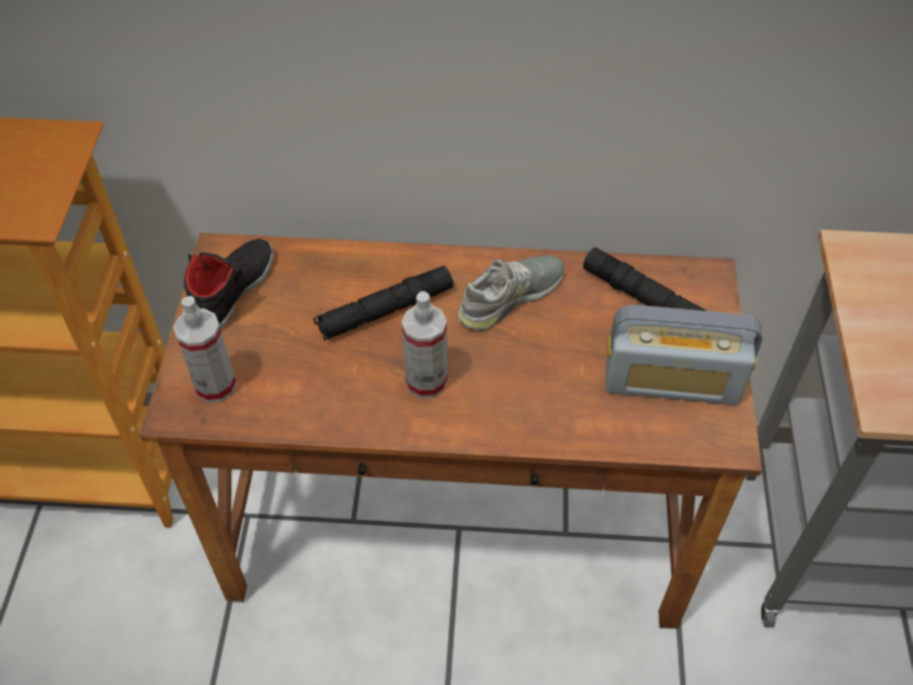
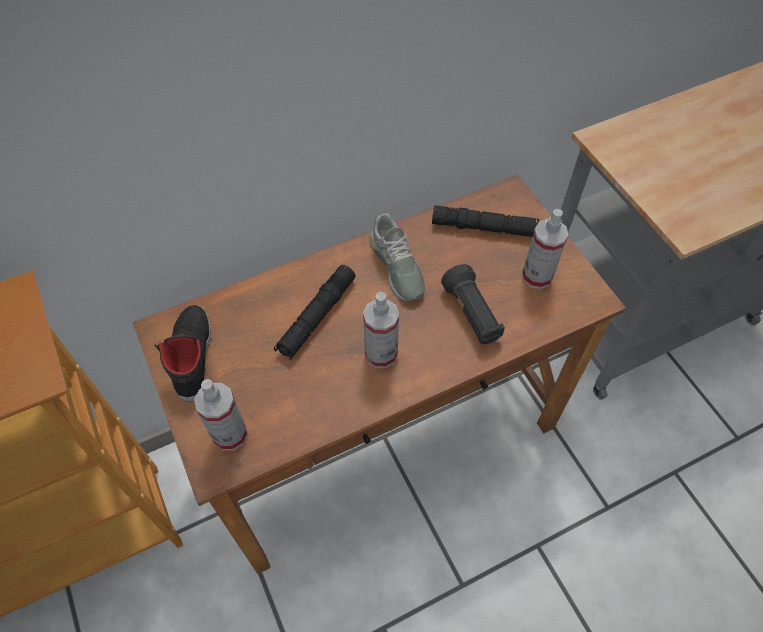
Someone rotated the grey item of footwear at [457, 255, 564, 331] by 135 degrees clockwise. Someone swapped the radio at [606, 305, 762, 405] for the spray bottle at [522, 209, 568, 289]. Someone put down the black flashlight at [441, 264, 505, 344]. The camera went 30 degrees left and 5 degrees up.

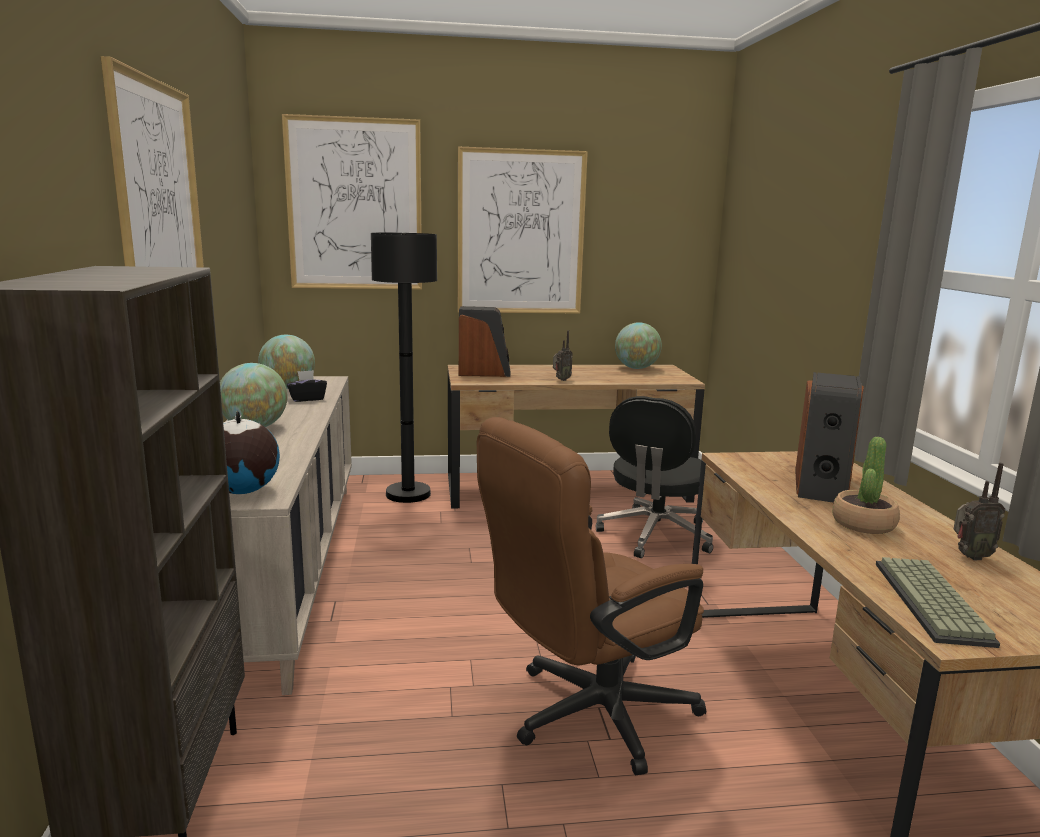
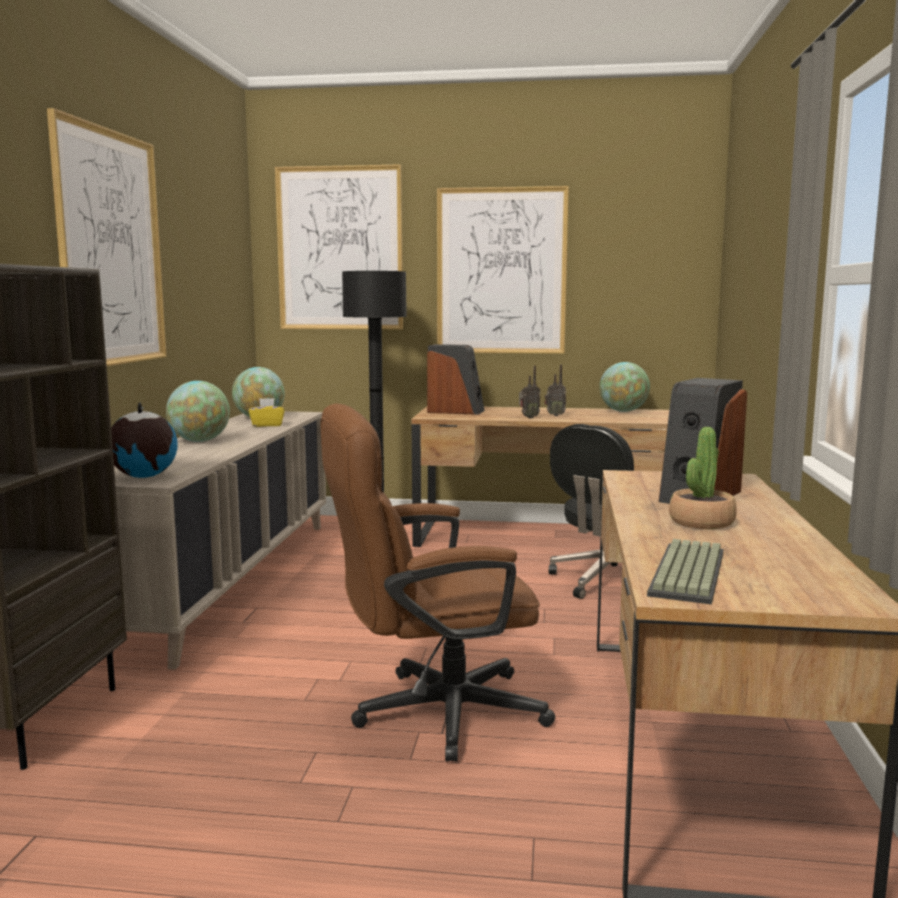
Someone repainted the black tissue holder at [287, 370, 327, 402], which became the yellow-coloured tissue holder at [249, 398, 285, 427]. Someone carried the radio from [954, 463, 1005, 560] to [545, 365, 566, 416]. The camera went 15 degrees right and 5 degrees down.

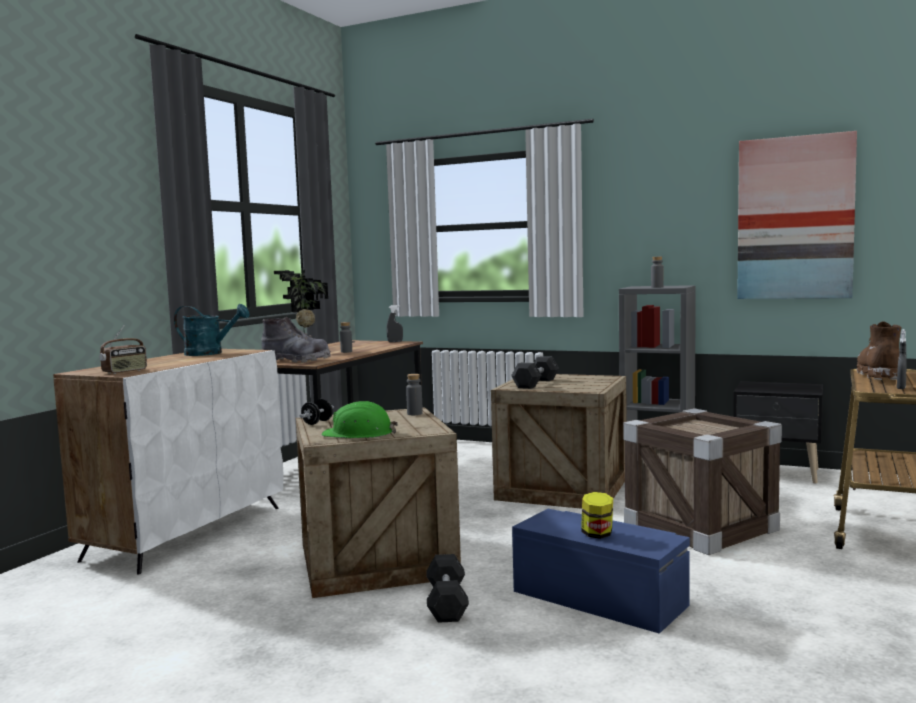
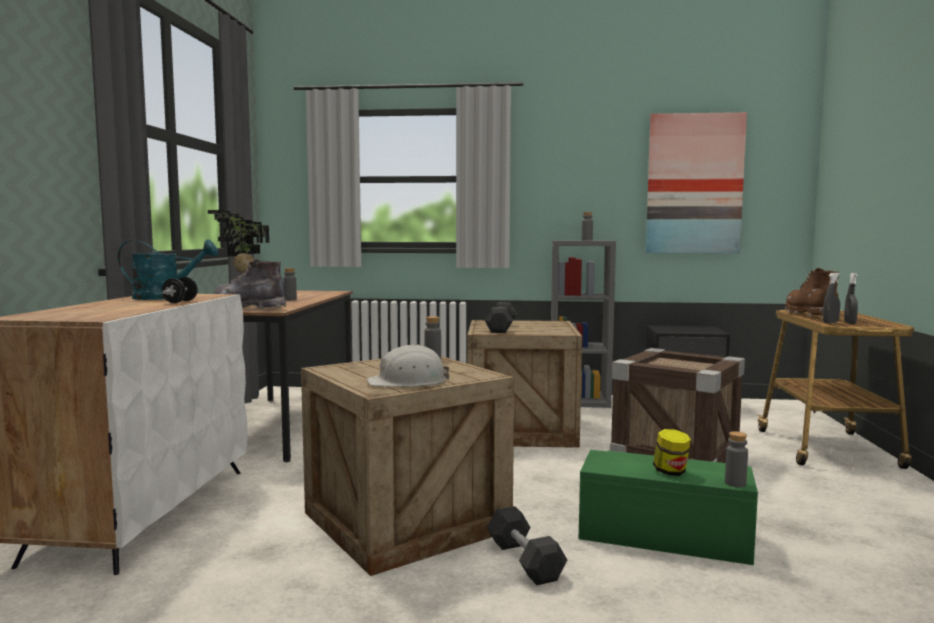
Someone took away the radio at [99, 325, 147, 374]. Someone rotated the grey high-top boot at [262, 317, 331, 363] by 150 degrees counterclockwise. Someone carried the black hand weight from [300, 399, 334, 425] to [162, 277, 198, 303]. Someone repainted the green-coloured safety helmet at [322, 401, 398, 438], which became the white safety helmet at [366, 344, 449, 387]. Someone carried the grey spray bottle from [387, 305, 403, 342] to [823, 273, 840, 324]. Someone repainted the blue-coloured storage bin at [512, 509, 690, 634], which became the green-coloured storage bin at [579, 450, 758, 565]. Someone put down the grey drink bottle at [725, 431, 748, 487]. The camera went 20 degrees left and 0 degrees up.

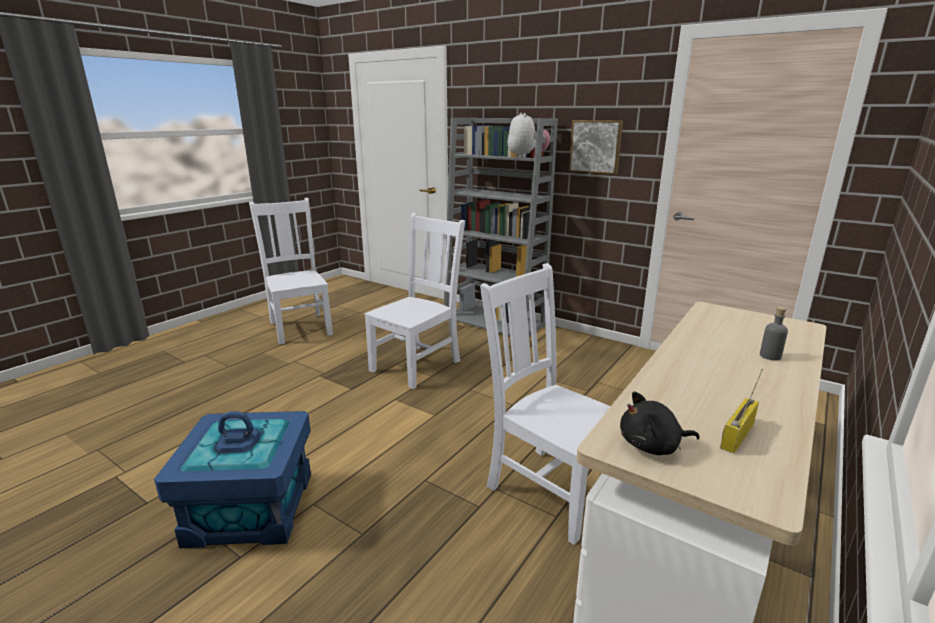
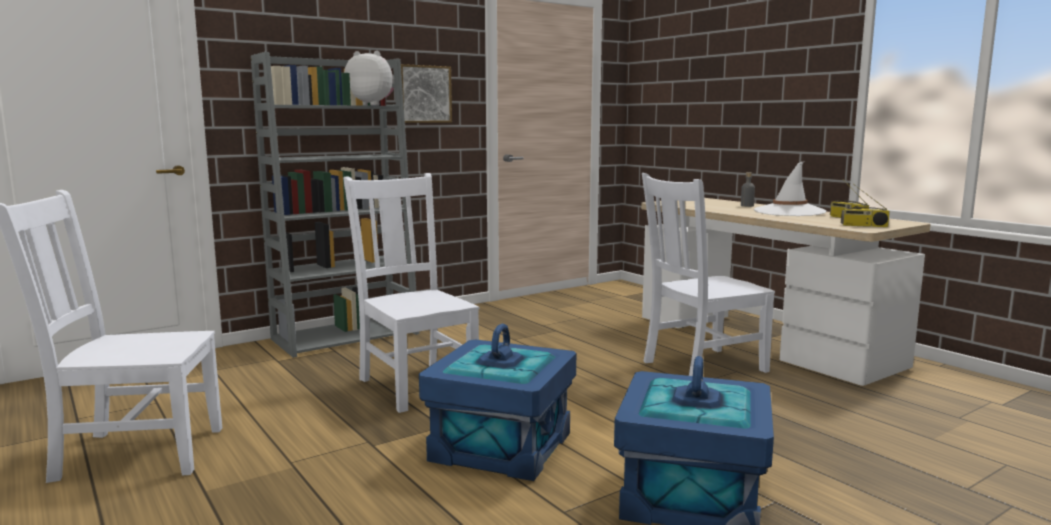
Someone swapped the black cuddly toy at [620, 391, 700, 455] for the radio at [841, 184, 890, 227]. Someone put down the blue-coloured storage bin at [419, 324, 576, 481]. Someone put down the white clothing hat at [754, 161, 826, 216]. The camera went 70 degrees left and 10 degrees down.

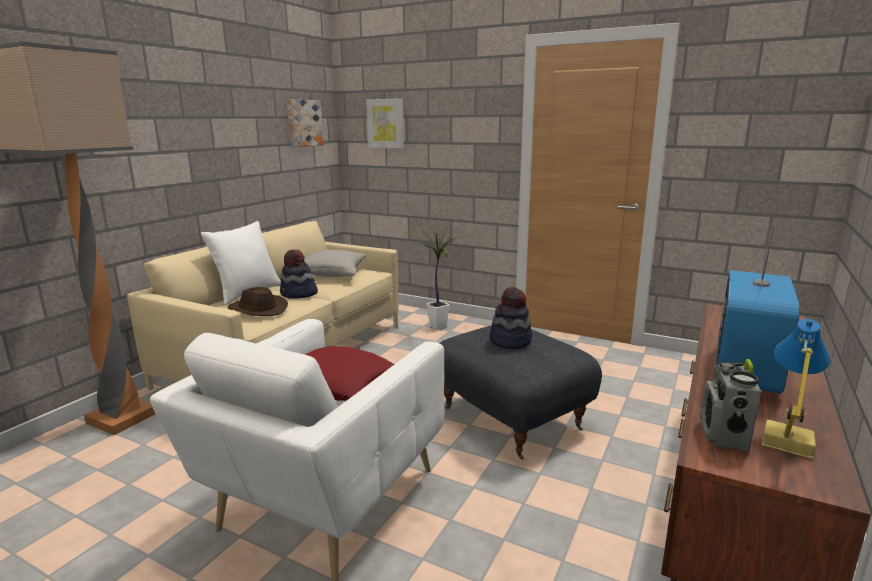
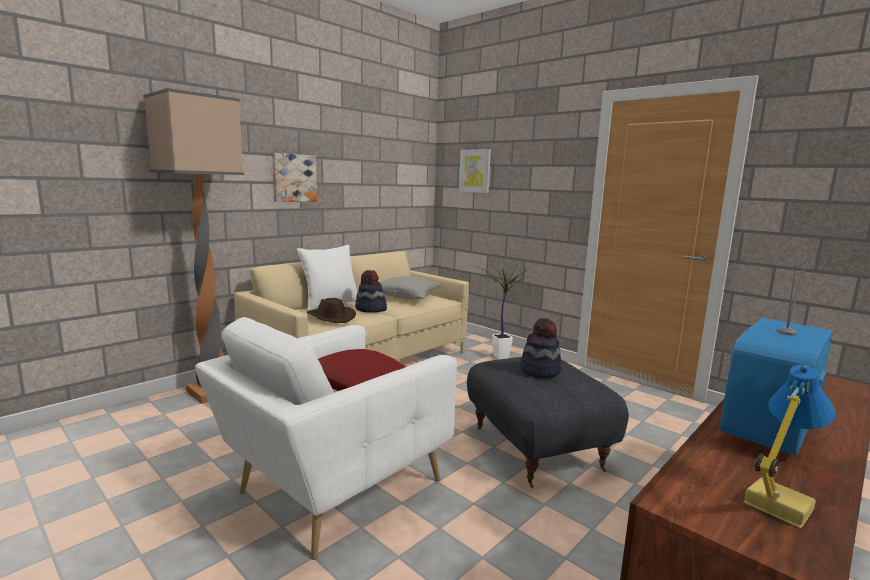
Someone carried the wall art from [287, 99, 324, 147] to [272, 153, 317, 202]. Someone took away the radio at [700, 359, 761, 452]. The camera went 15 degrees right and 5 degrees down.

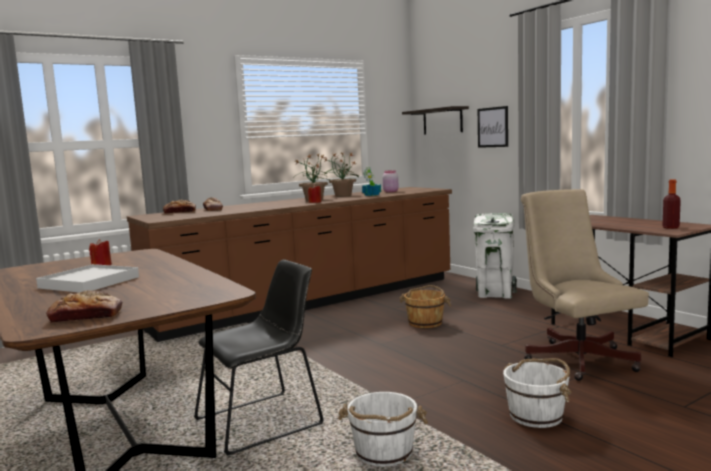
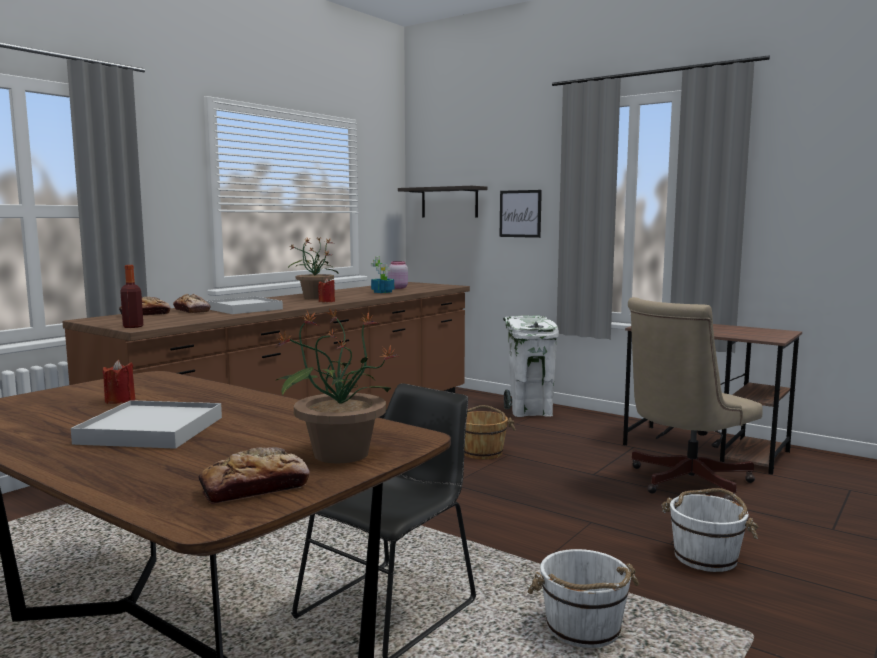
Someone carried the plant in a pot from [324, 152, 359, 196] to [275, 308, 399, 463]. Someone rotated the beige-coloured desk chair at [521, 189, 649, 381] by 90 degrees counterclockwise. Someone carried the drink bottle from [662, 179, 681, 229] to [120, 265, 143, 328]. Someone put down the white serving tray at [206, 296, 283, 314]. The camera went 20 degrees left and 0 degrees up.

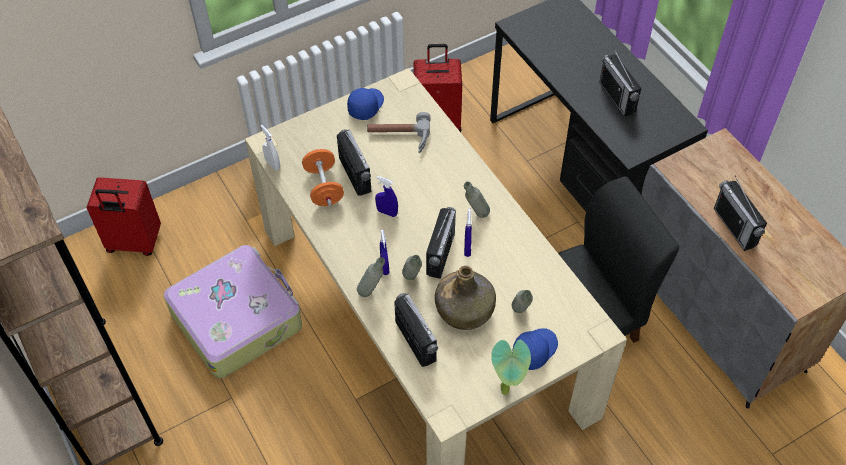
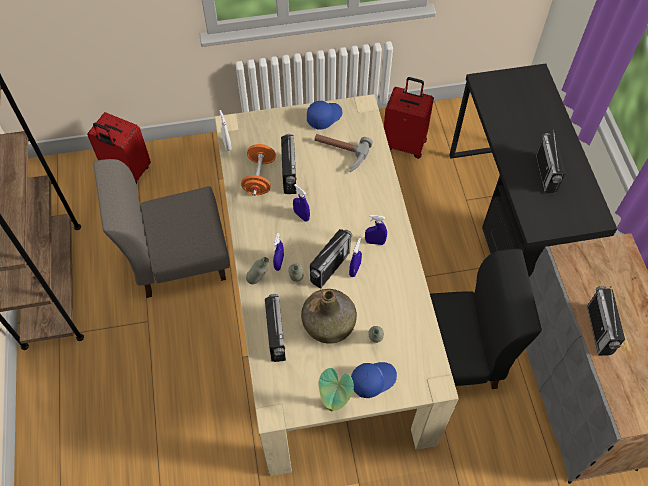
Someone swapped the piece of luggage at [164, 245, 302, 378] for the grey plain chair at [93, 159, 230, 298]. Someone swapped the grey drink bottle at [464, 182, 490, 218] for the blue-coloured spray bottle at [365, 215, 387, 245]. The camera went 20 degrees right and 5 degrees up.

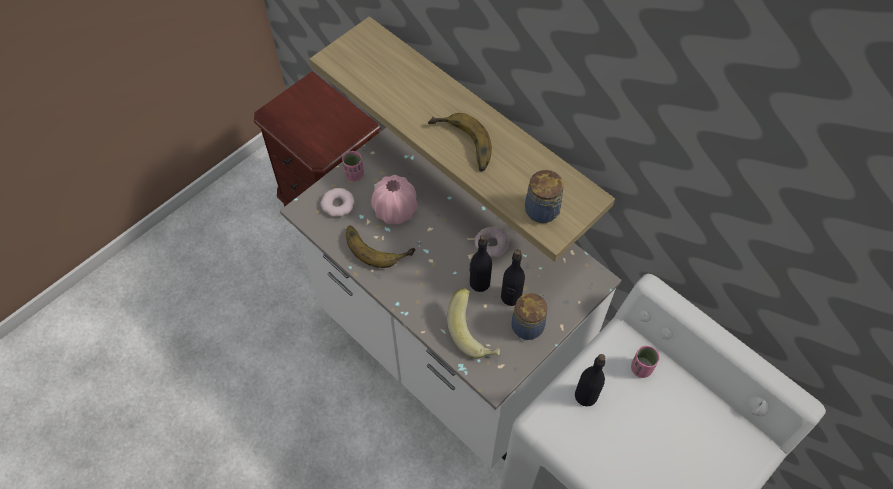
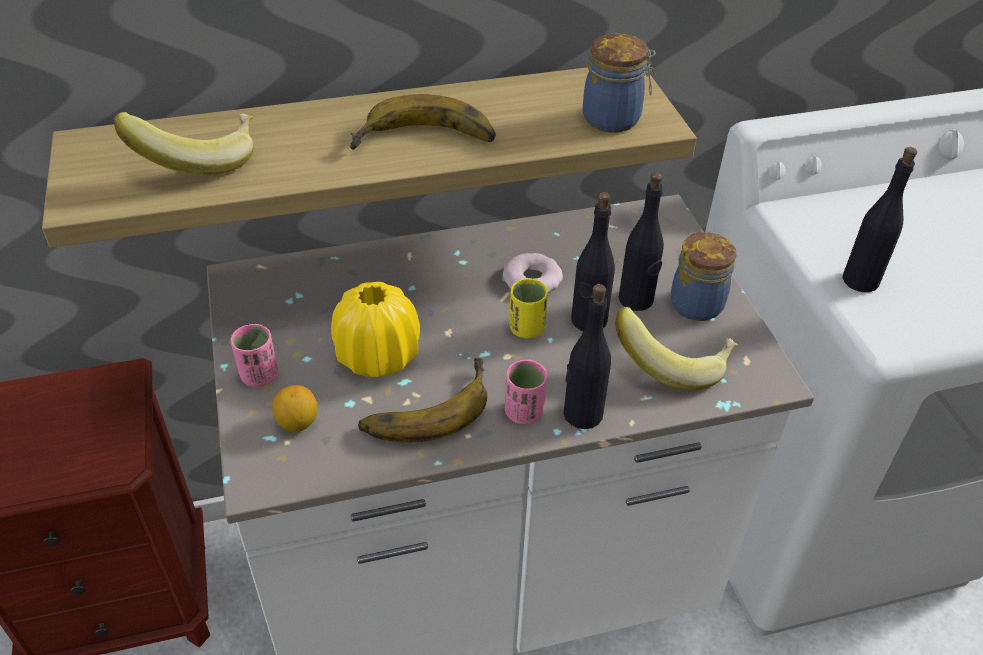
Someone swapped the doughnut at [321, 188, 355, 217] for the whole lemon at [272, 385, 318, 432]. Someone repainted the pinkish vase at [371, 175, 417, 224], which became the yellow-coloured vase at [331, 282, 420, 377]. Someone carried the pinkish cup from [631, 346, 659, 378] to [505, 360, 547, 424]. Someone put down the banana at [114, 112, 254, 175]. Someone put down the yellow-coloured cup at [510, 278, 548, 338]. Someone put down the black drink bottle at [564, 284, 611, 429]. The camera went 60 degrees left and 15 degrees down.

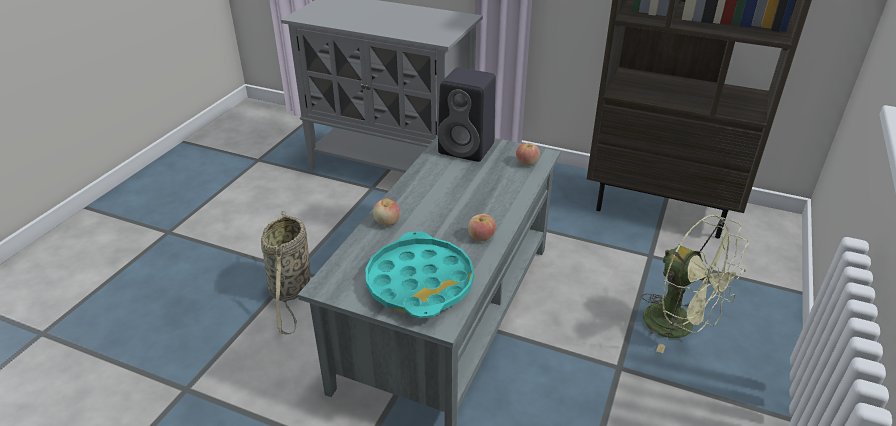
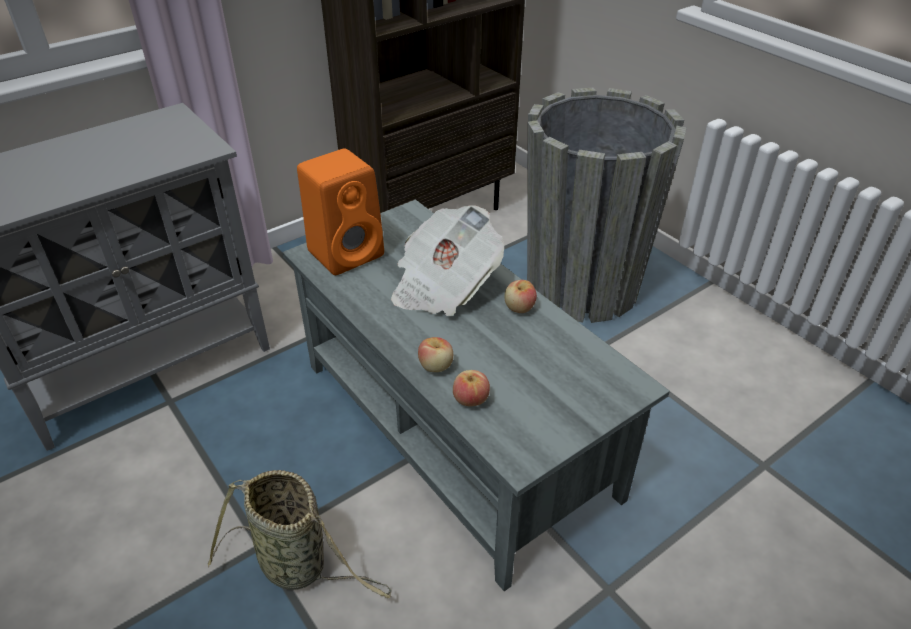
Someone took away the turquoise-coloured serving tray at [366, 231, 474, 318]. Someone repainted the black speaker at [438, 67, 496, 162], which became the orangey speaker at [297, 148, 384, 275]. Someone carried the apple from [516, 143, 540, 166] to [453, 370, 490, 406]. Someone swapped the green-coloured fan at [642, 215, 749, 353] for the grey flower pot at [527, 88, 687, 323]. Someone put down the printed paper at [391, 205, 504, 316]. The camera went 60 degrees left and 5 degrees up.

